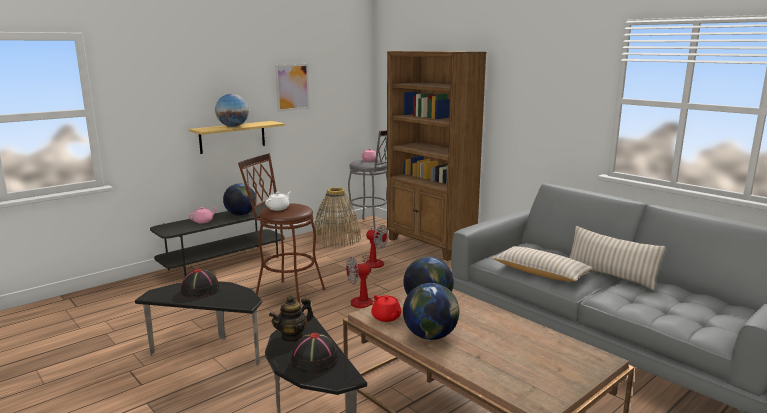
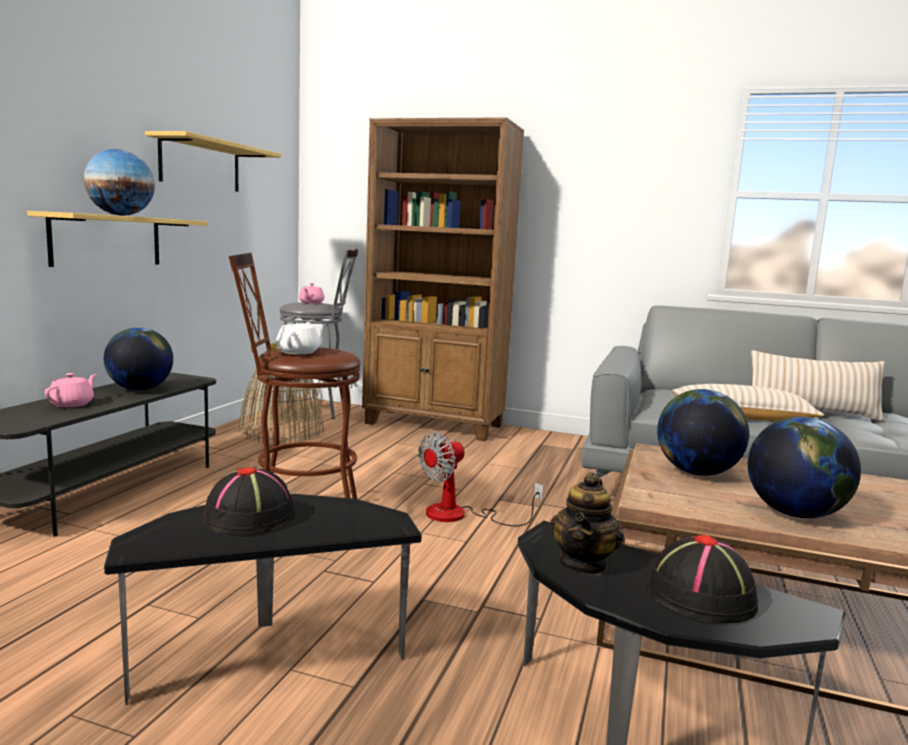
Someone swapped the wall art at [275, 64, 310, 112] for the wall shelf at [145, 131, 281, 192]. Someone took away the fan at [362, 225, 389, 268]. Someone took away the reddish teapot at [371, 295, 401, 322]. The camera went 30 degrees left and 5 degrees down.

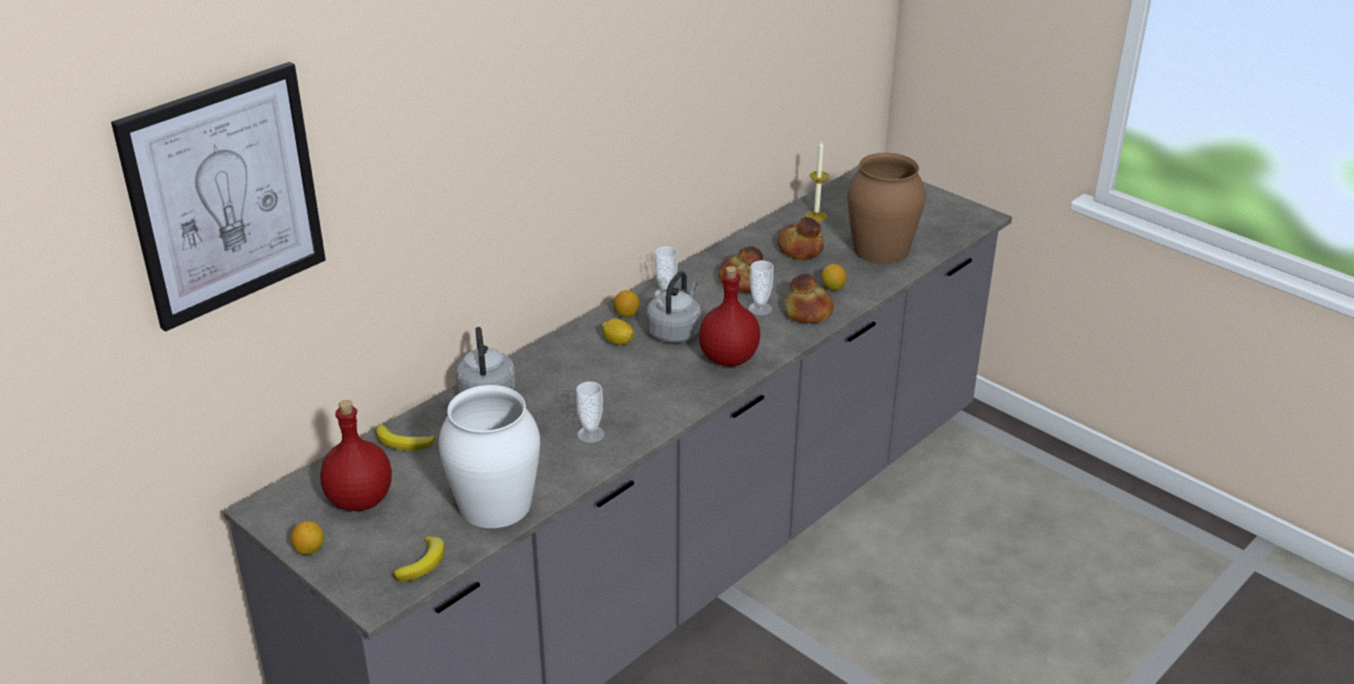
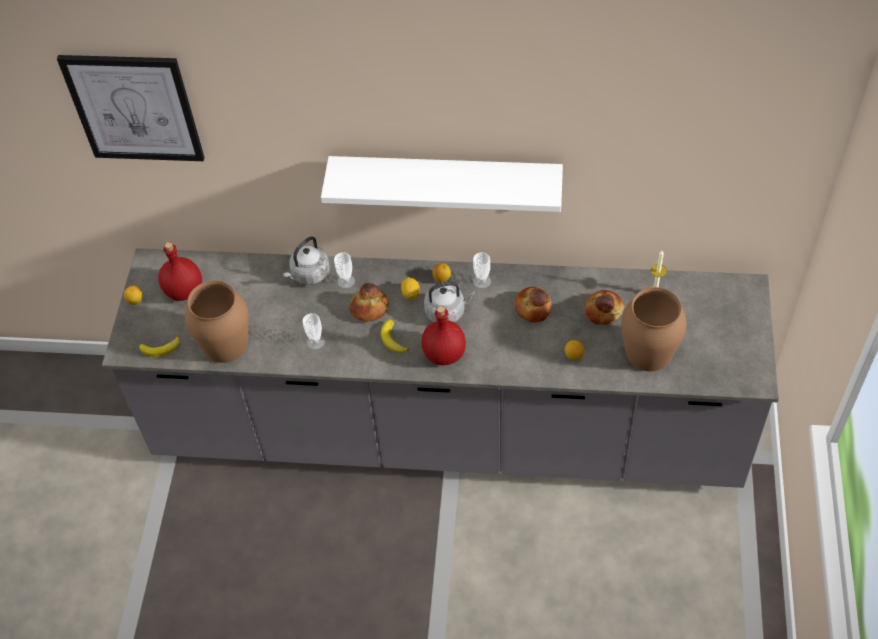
Someone carried the banana from [376, 425, 436, 450] to [381, 320, 409, 353]. Someone repainted the white vase at [439, 385, 540, 528], which became the brownish vase at [185, 280, 249, 363]. Someone carried the cup from [748, 261, 773, 315] to [334, 252, 355, 288]. Someone carried the bread from [784, 274, 834, 323] to [349, 283, 388, 322]. Someone put up the white wall shelf at [321, 156, 563, 212]. The camera went 55 degrees right and 20 degrees up.

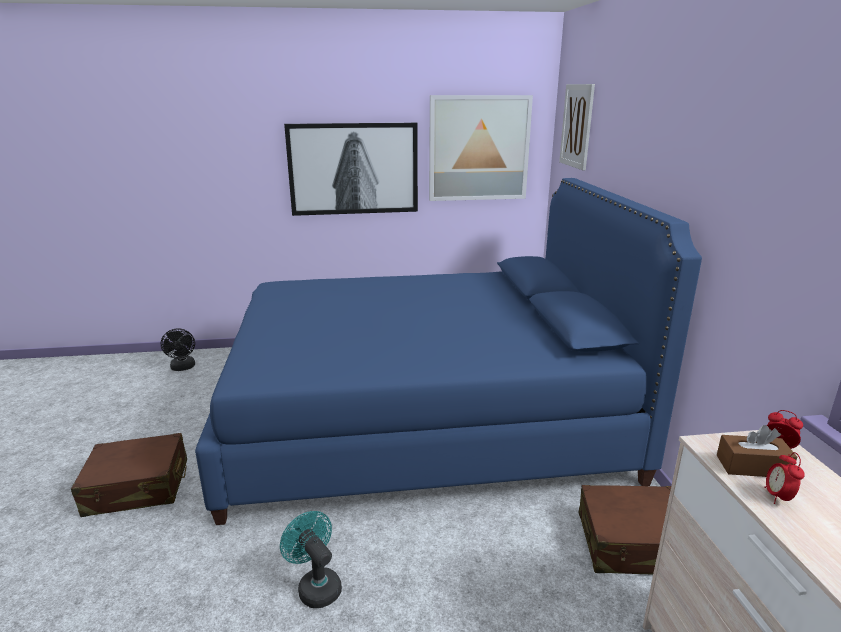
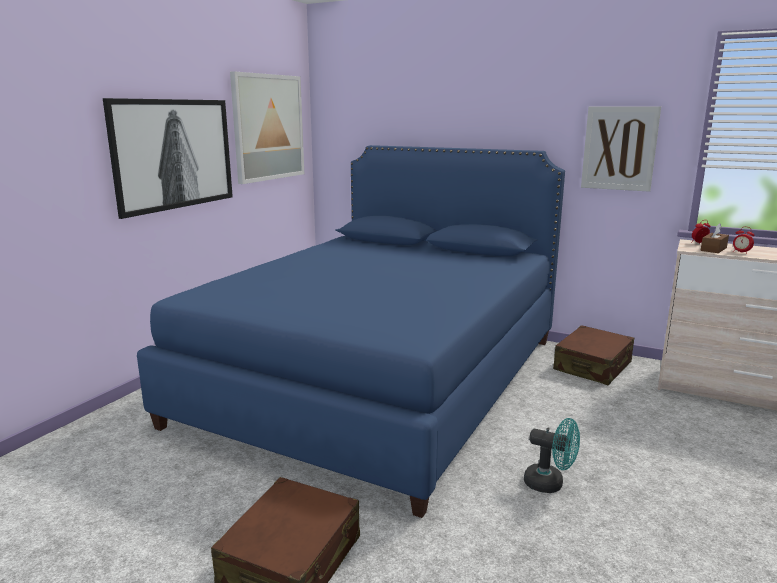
Someone took away the black fan at [161, 328, 195, 371]. Someone rotated the turquoise-coloured fan at [280, 511, 342, 608] by 150 degrees counterclockwise. Someone carried the wall art from [559, 84, 595, 170] to [581, 106, 661, 192]. The camera went 55 degrees left and 5 degrees down.

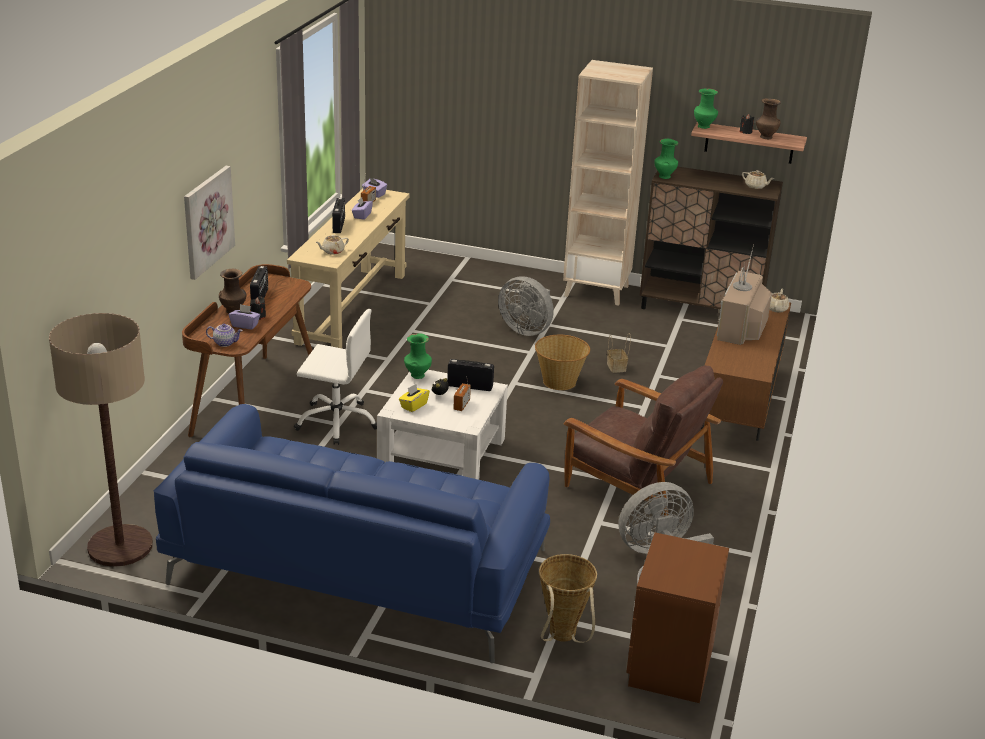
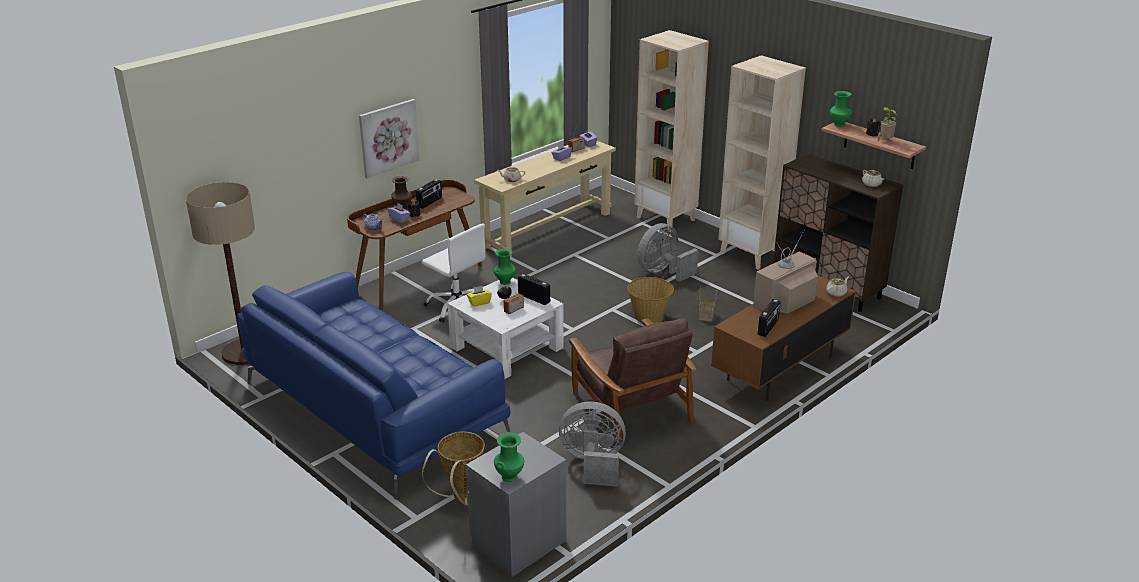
Someone carried the radio from [332, 198, 345, 233] to [758, 299, 781, 337]. Someone rotated the grey fan at [498, 276, 554, 336] by 75 degrees clockwise. Someone repainted the brownish nightstand at [626, 532, 729, 703], which became the grey nightstand at [466, 432, 566, 577]. Someone carried the green-coloured vase from [654, 139, 679, 179] to [494, 432, 524, 482]. Someone swapped the brownish vase at [756, 98, 781, 139] for the plant in a pot at [878, 107, 898, 141]. Someone put down the beige-coloured bookshelf at [634, 30, 709, 232]. The camera went 30 degrees right and 0 degrees up.

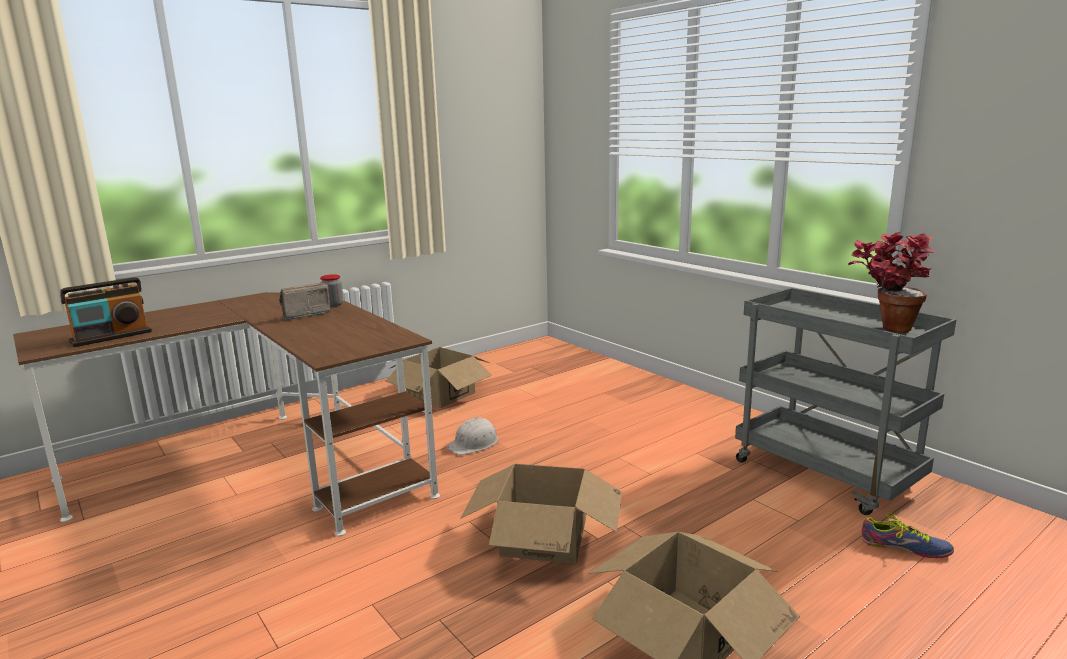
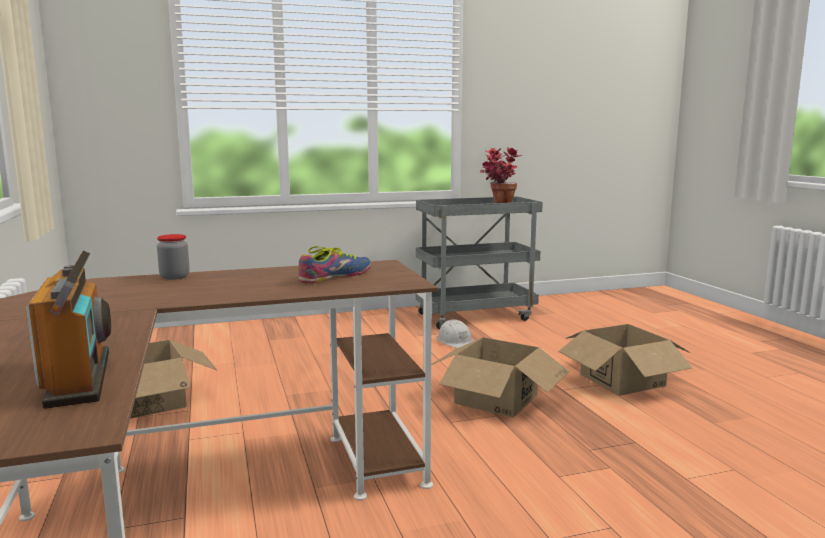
Someone took away the radio at [279, 283, 331, 320]. Someone carried the white safety helmet from [447, 417, 498, 455] to [437, 319, 473, 348]. Someone carried the item of footwear from [862, 513, 954, 558] to [298, 246, 371, 284]. The camera went 70 degrees left and 5 degrees down.

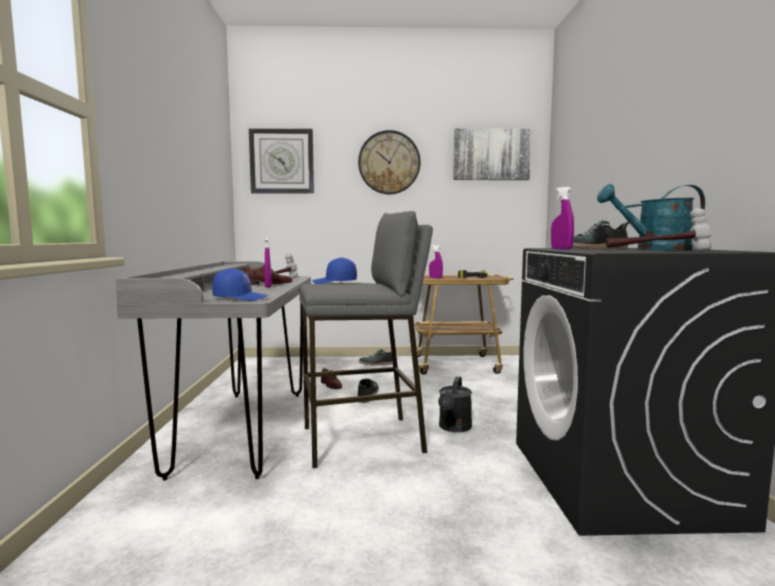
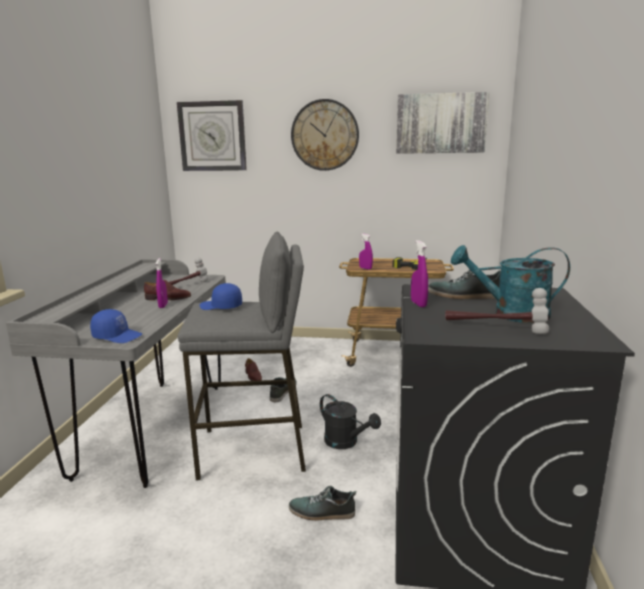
Someone carried the item of footwear from [359, 349, 393, 366] to [289, 486, 357, 521]. Someone rotated the black watering can at [438, 376, 472, 432] by 75 degrees counterclockwise. The camera went 10 degrees right and 10 degrees up.

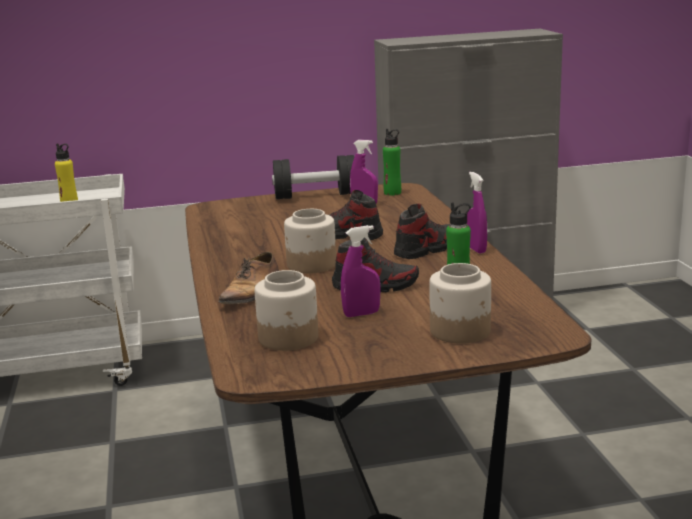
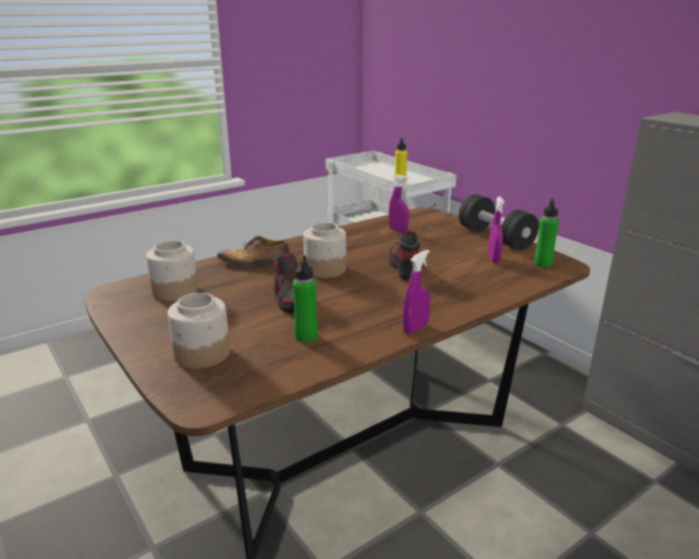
Someone carried the purple spray bottle from [341, 225, 381, 317] to [389, 174, 409, 233]. Someone took away the item of footwear at [394, 204, 450, 259]. The camera went 65 degrees right and 5 degrees up.

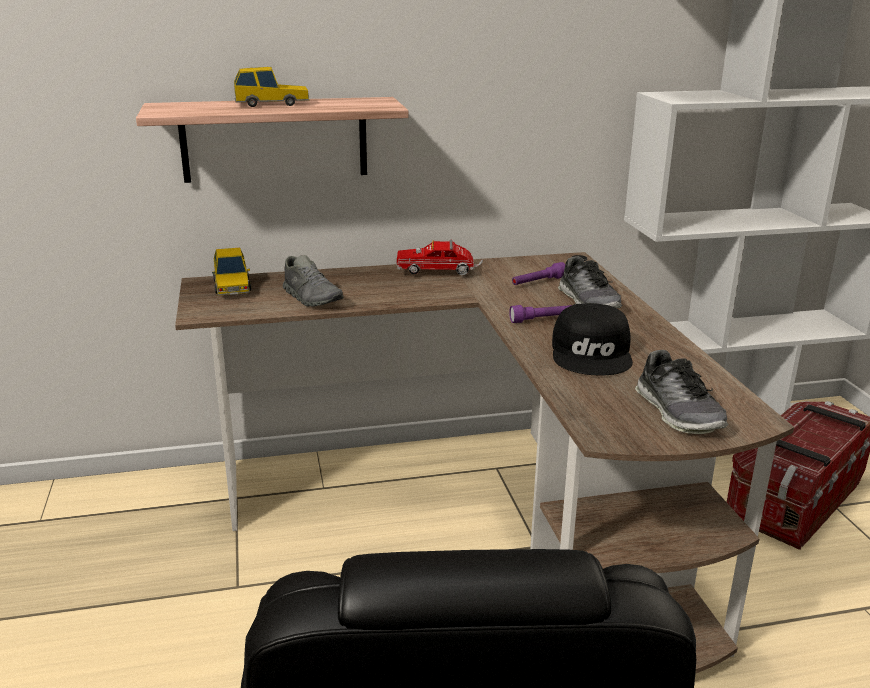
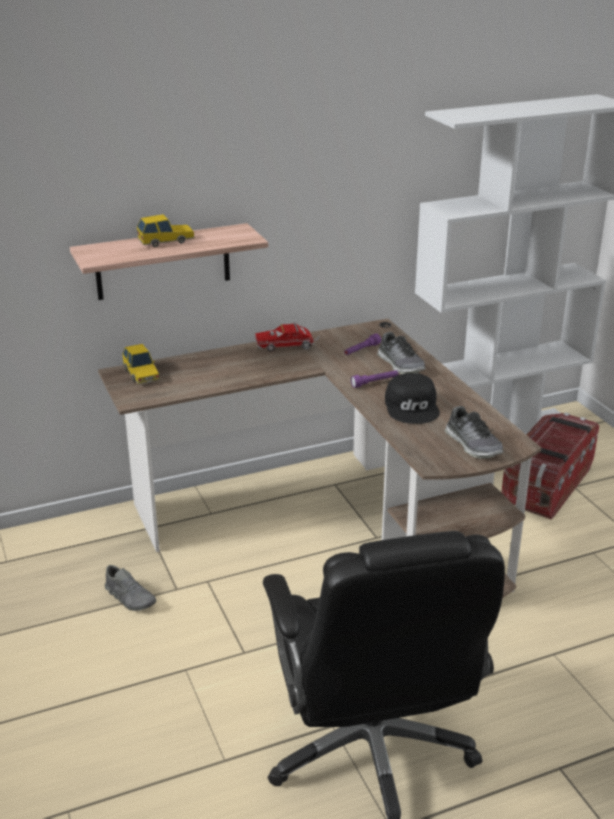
Someone carried the grey item of footwear from [283, 255, 344, 307] to [105, 565, 156, 611]. The camera went 10 degrees left and 5 degrees up.

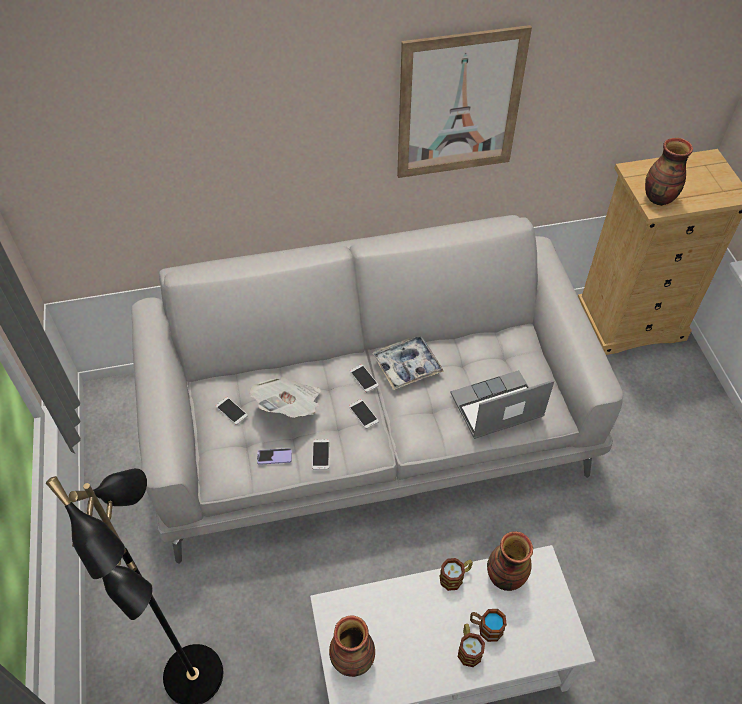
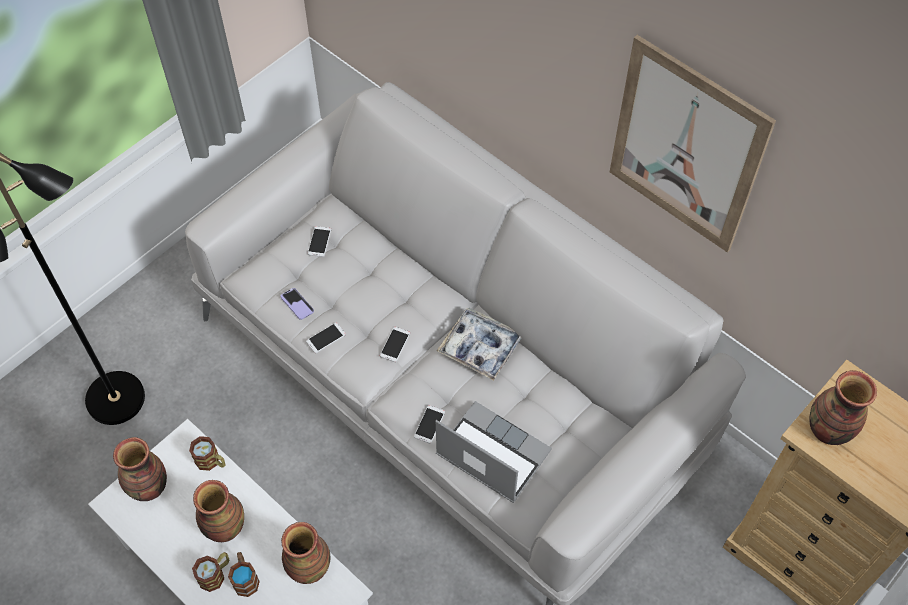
Someone took away the printed paper at [250, 377, 321, 418]. Someone carried the handset from [350, 364, 379, 392] to [414, 405, 445, 444]. Someone carried the mug from [440, 558, 473, 591] to [189, 436, 226, 471]. Someone put down the vase at [193, 480, 244, 542]. The camera went 55 degrees right and 5 degrees up.

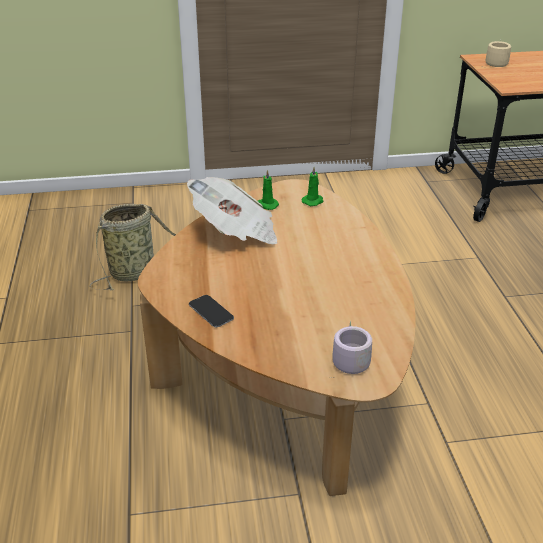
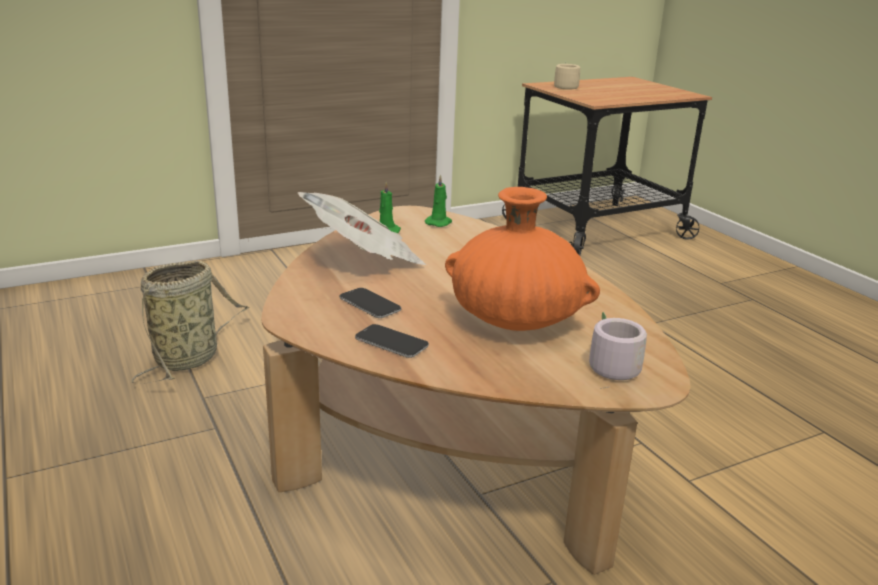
Someone put down the handset at [340, 288, 401, 318]. Someone put down the orangey vase at [445, 187, 600, 331]. The camera went 20 degrees left and 10 degrees down.

